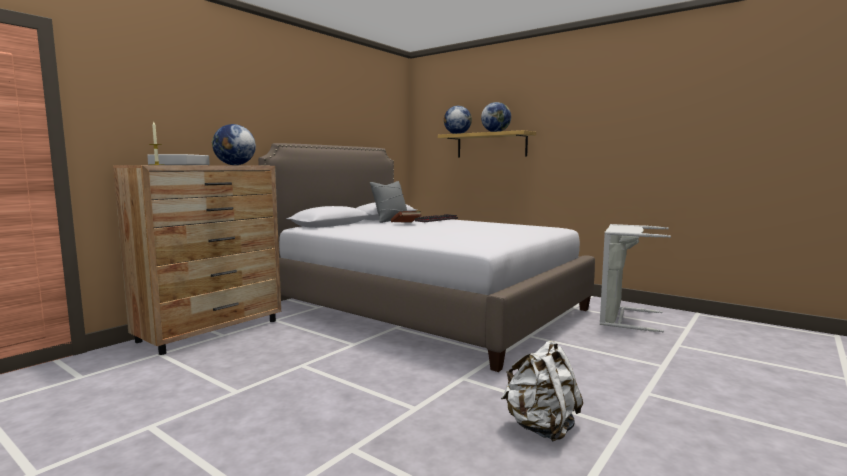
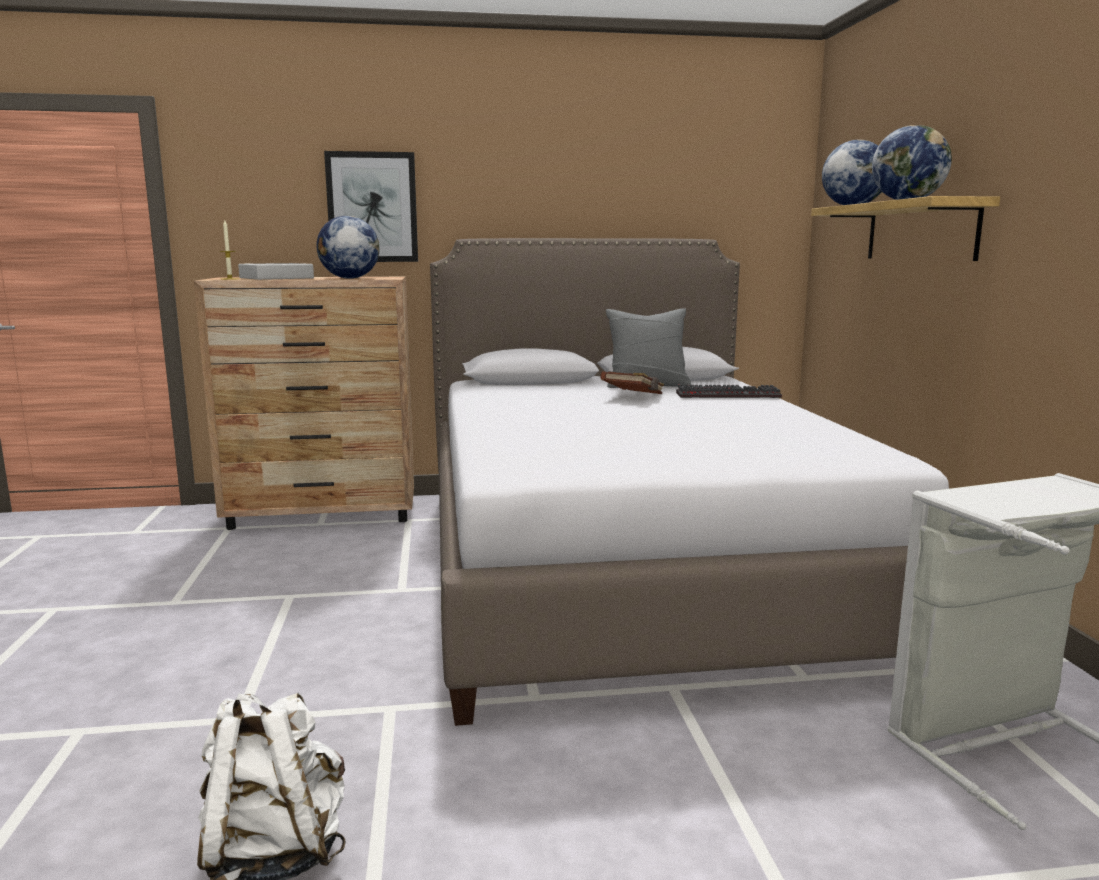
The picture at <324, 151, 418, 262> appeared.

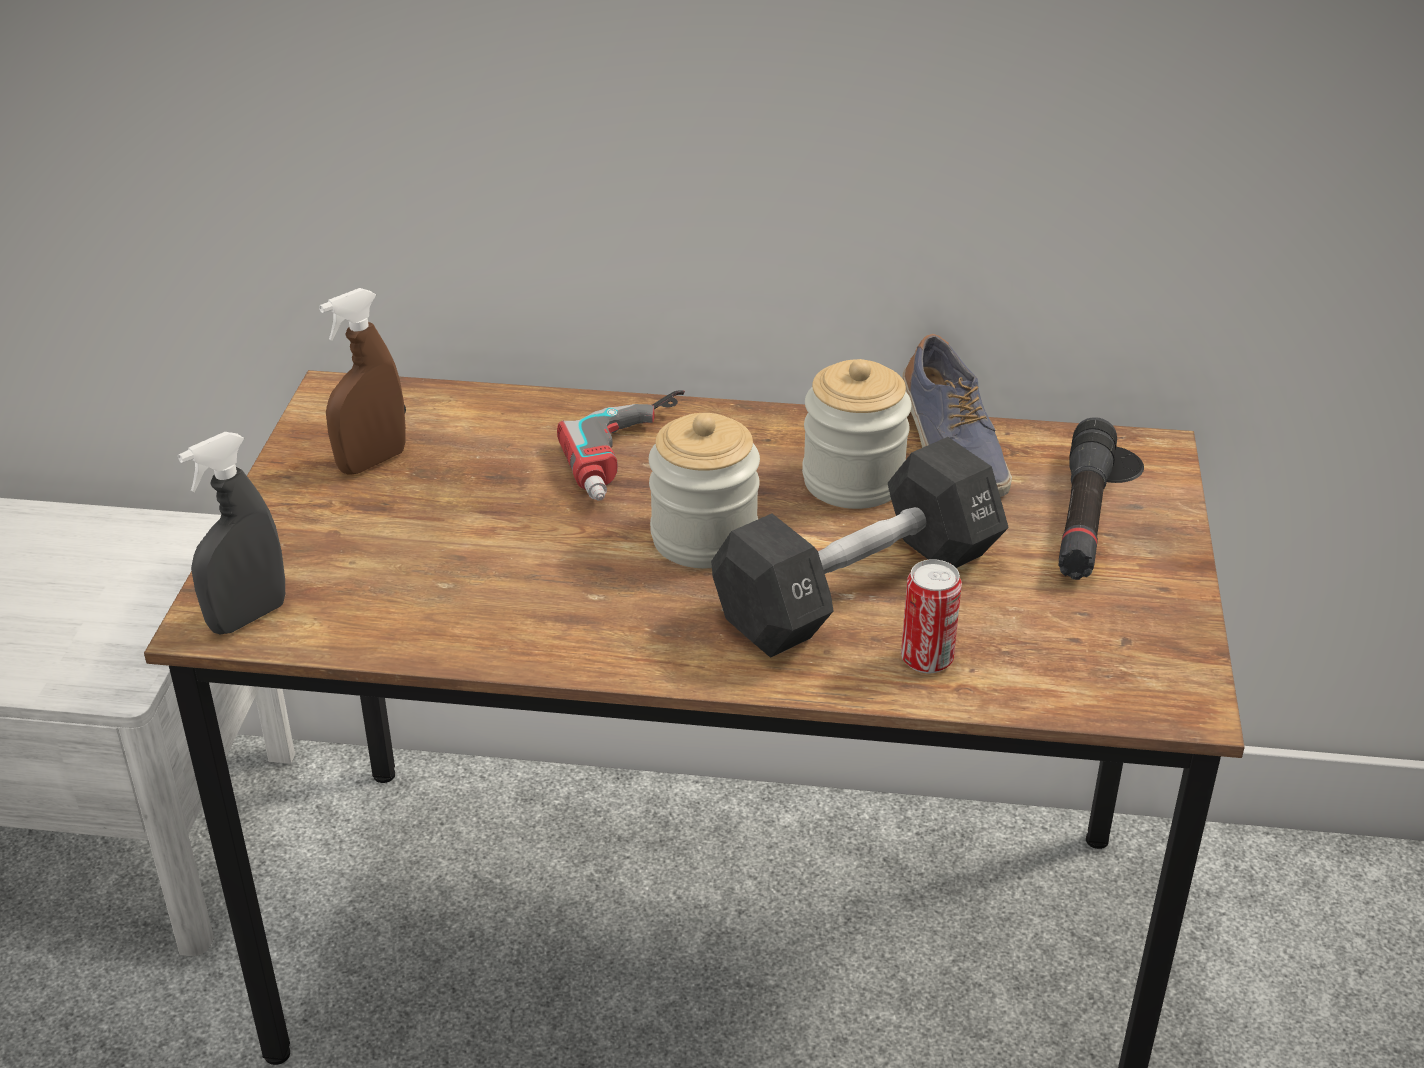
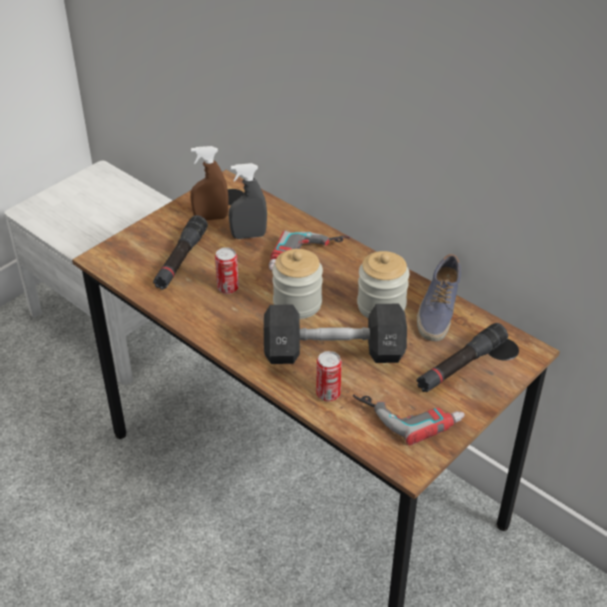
The blackish hand torch at <153, 215, 208, 290> appeared. The metal can at <215, 247, 239, 294> appeared. The greyish spray bottle moved from <178, 432, 285, 634> to <229, 163, 267, 239>. The electric drill at <353, 394, 465, 445> appeared.

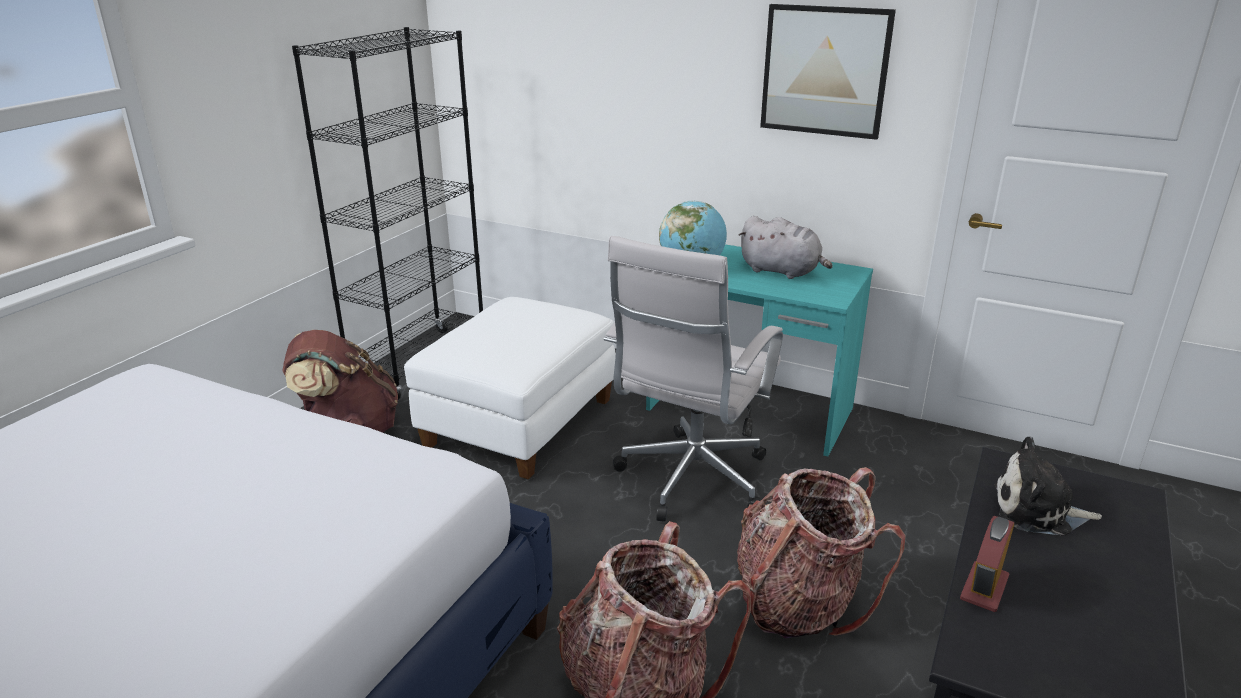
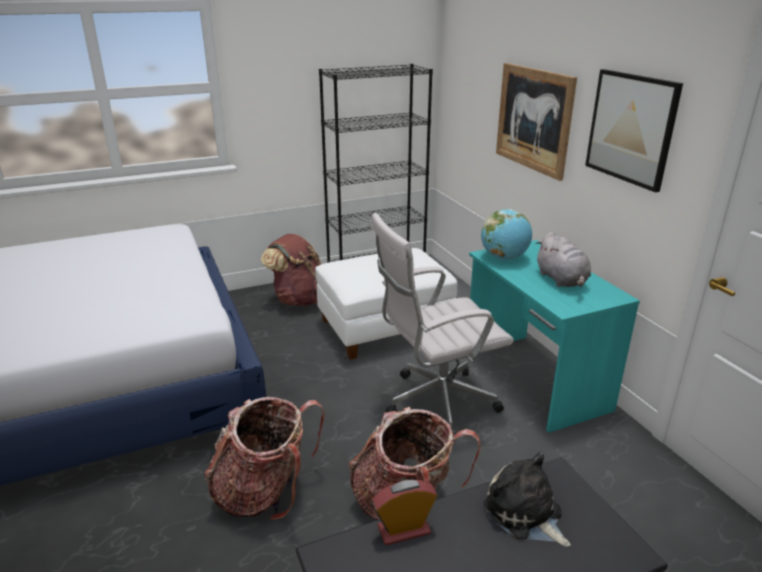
The picture at <496, 63, 577, 181> appeared.

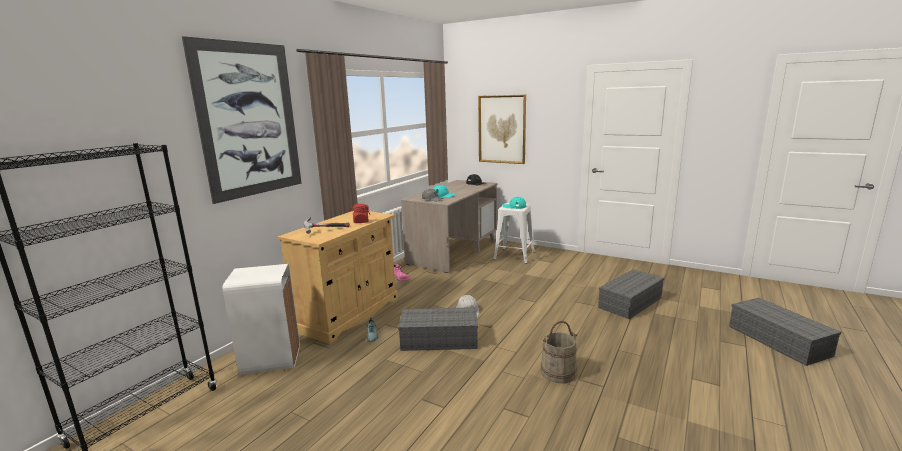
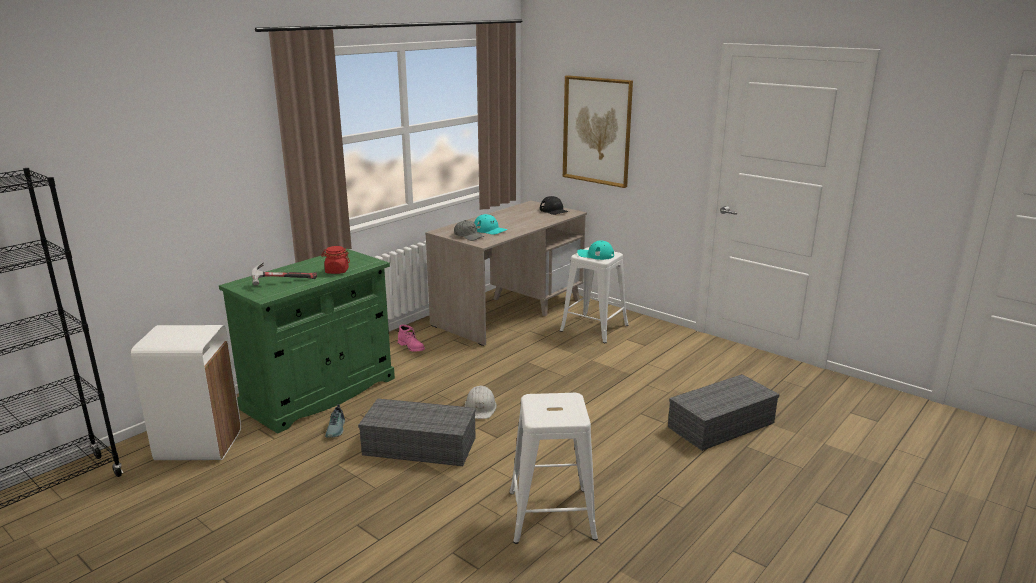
The sand-coloured cabinet at <278, 211, 398, 344> became the green cabinet at <219, 248, 395, 433>. The sand-coloured bucket at <541, 321, 577, 383> was replaced by the whitish stool at <509, 393, 598, 544>. The picture at <182, 36, 302, 204> disappeared. The greyish storage box at <729, 298, 841, 366> disappeared.

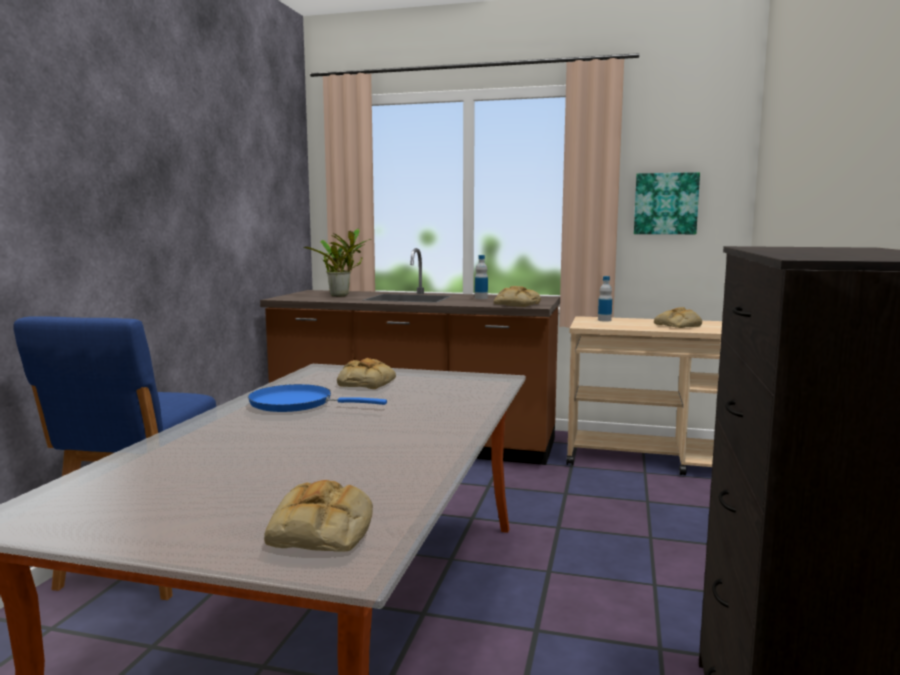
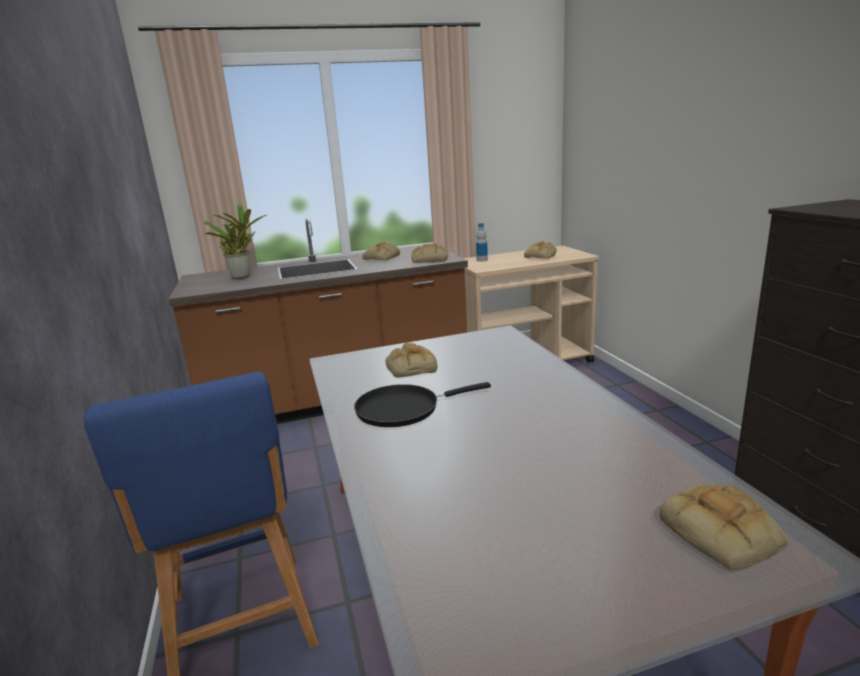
The blue-coloured pan at <248, 384, 387, 412> became the blackish pan at <354, 382, 491, 427>. The drink bottle at <475, 255, 488, 299> was replaced by the bread at <362, 241, 400, 260>. The picture at <634, 172, 700, 234> disappeared.

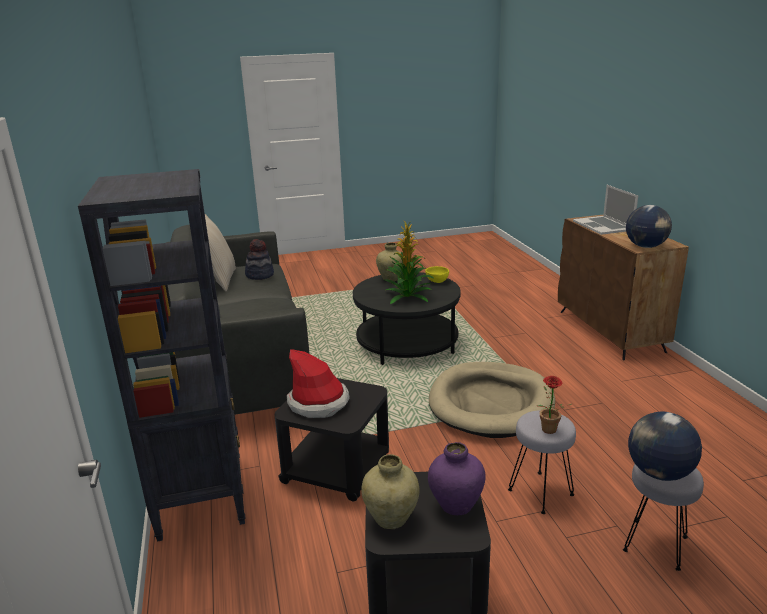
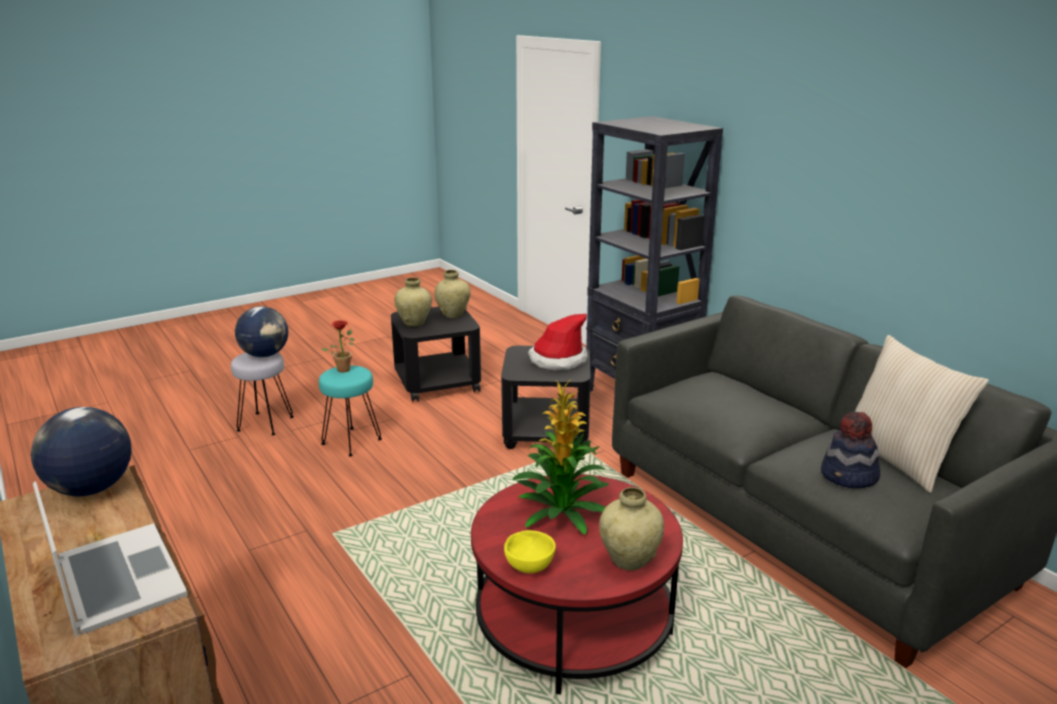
The greyish stool at <508, 410, 576, 514> became the blue-green stool at <319, 365, 382, 457>. The purple decorative vase at <428, 442, 485, 515> became the sand-coloured decorative vase at <394, 278, 432, 326>. The blackish lounge table at <353, 272, 461, 365> became the red lounge table at <471, 474, 683, 695>. The sand-coloured dog bed at <429, 362, 555, 438> disappeared.

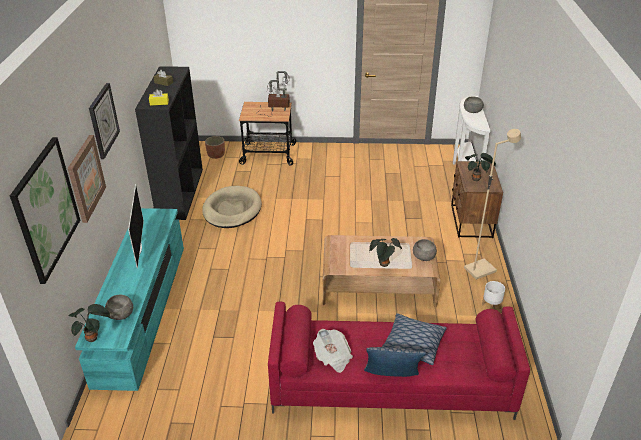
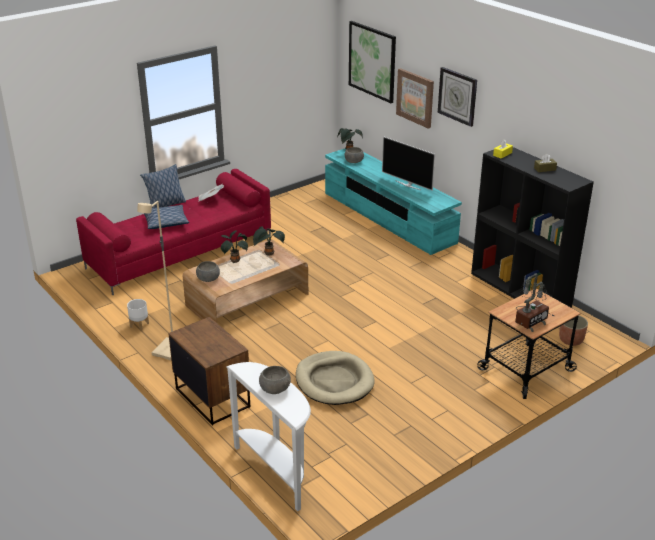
The potted plant moved from <465, 153, 496, 181> to <253, 226, 285, 256>. The sand-coloured dog bed moved from <202, 186, 262, 228> to <296, 351, 375, 405>.

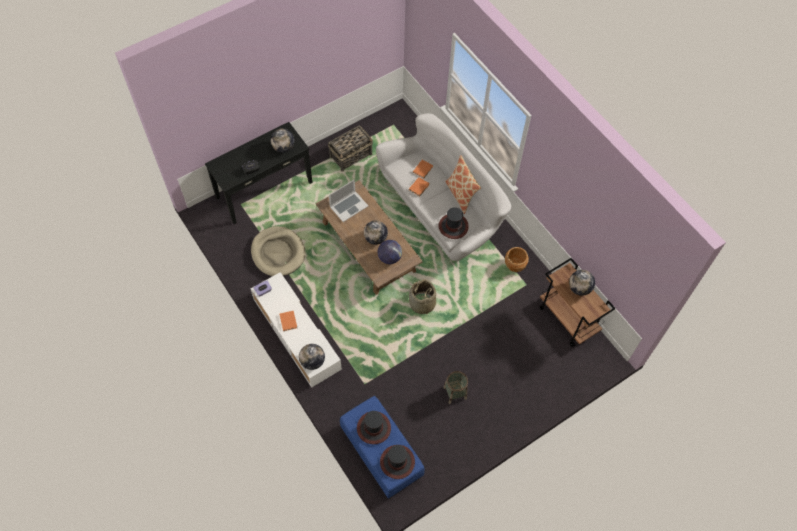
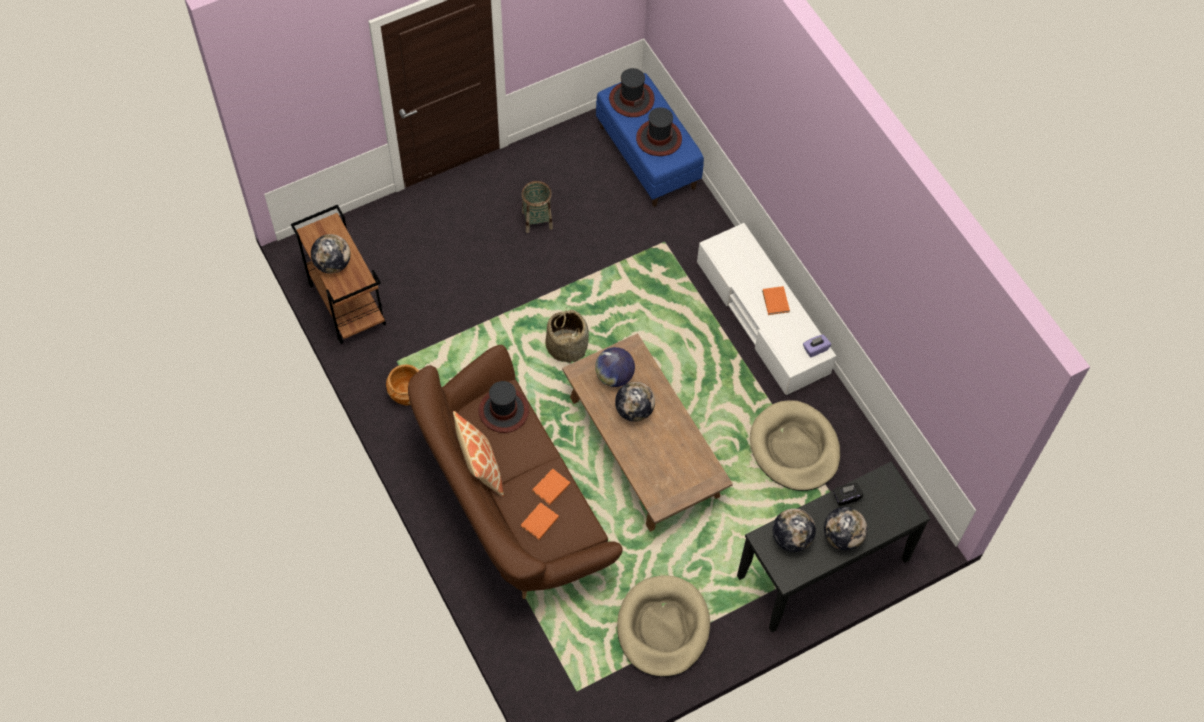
The whitish settee at <376, 113, 511, 261> became the brown settee at <408, 345, 623, 599>. The household basket at <328, 125, 373, 171> was replaced by the sand-coloured dog bed at <617, 575, 710, 677>. The world globe moved from <299, 344, 325, 370> to <824, 507, 867, 550>. The portable computer at <329, 179, 368, 222> disappeared.

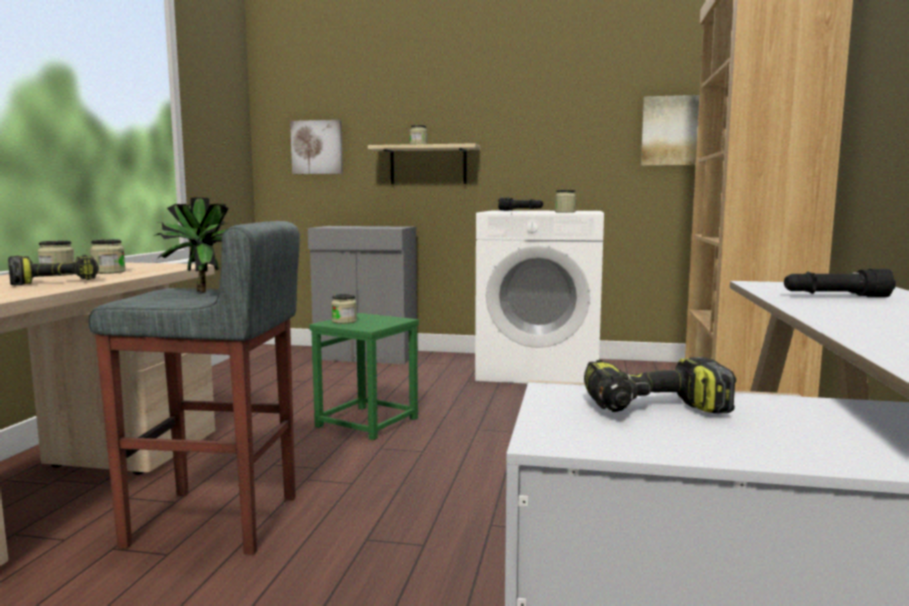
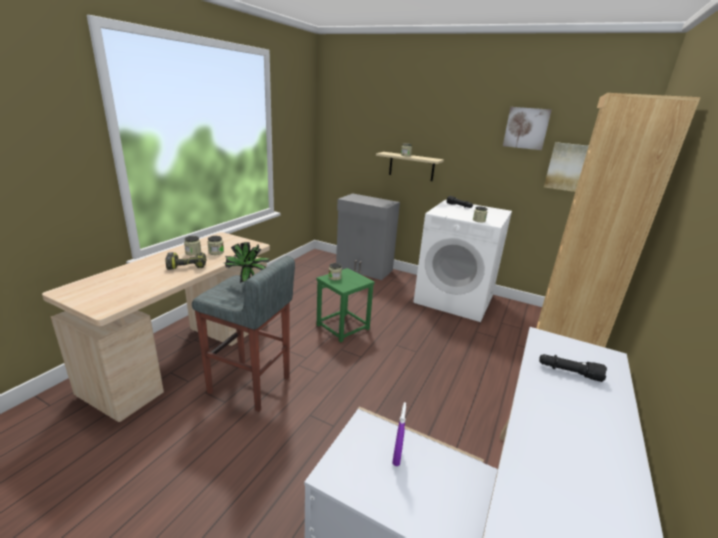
The electric drill at <584, 357, 736, 414> was replaced by the purple spray bottle at <392, 402, 406, 466>. The picture moved from <290, 120, 343, 174> to <503, 107, 552, 150>.

